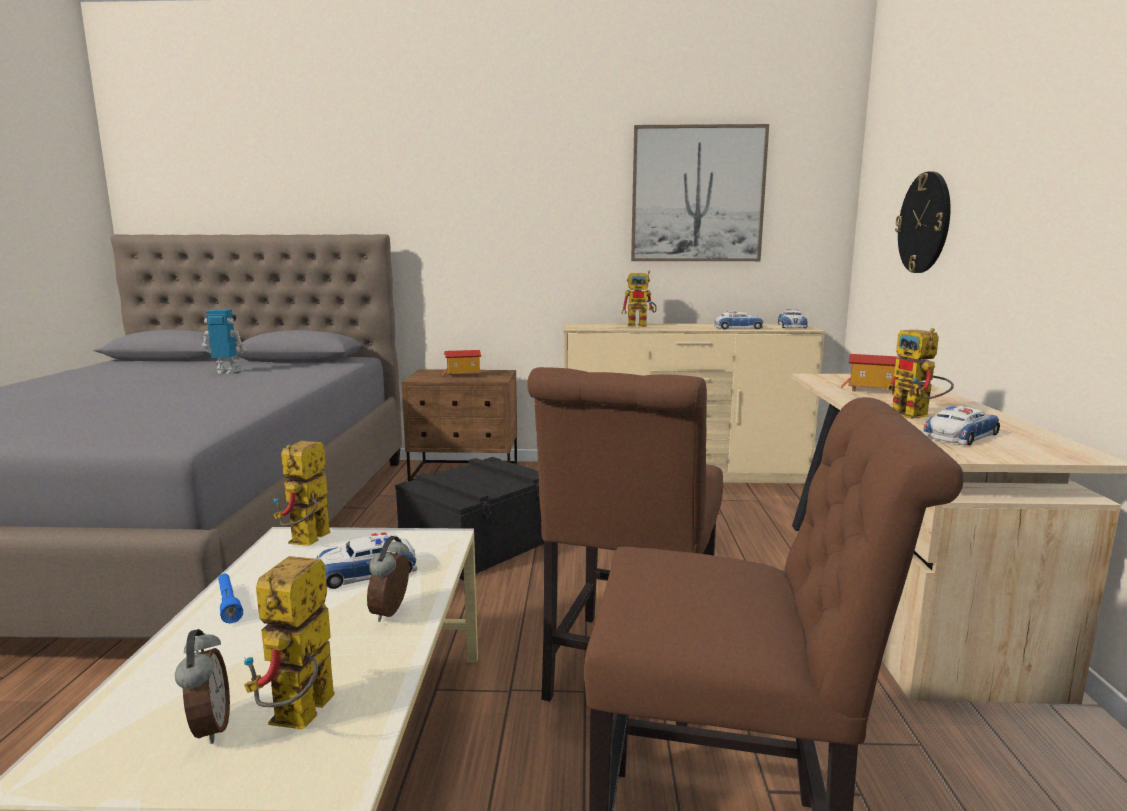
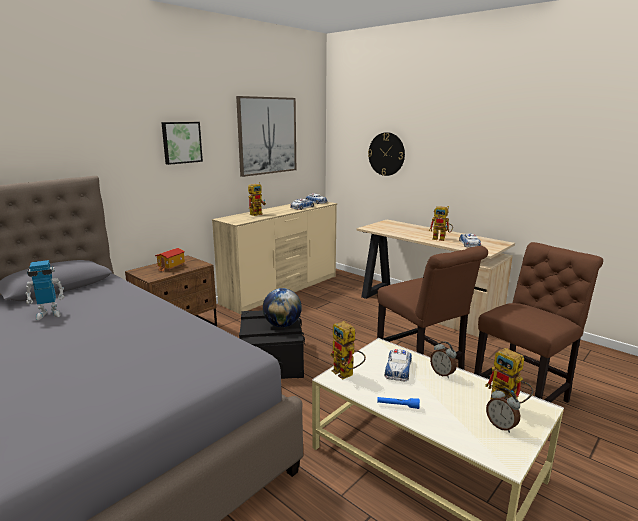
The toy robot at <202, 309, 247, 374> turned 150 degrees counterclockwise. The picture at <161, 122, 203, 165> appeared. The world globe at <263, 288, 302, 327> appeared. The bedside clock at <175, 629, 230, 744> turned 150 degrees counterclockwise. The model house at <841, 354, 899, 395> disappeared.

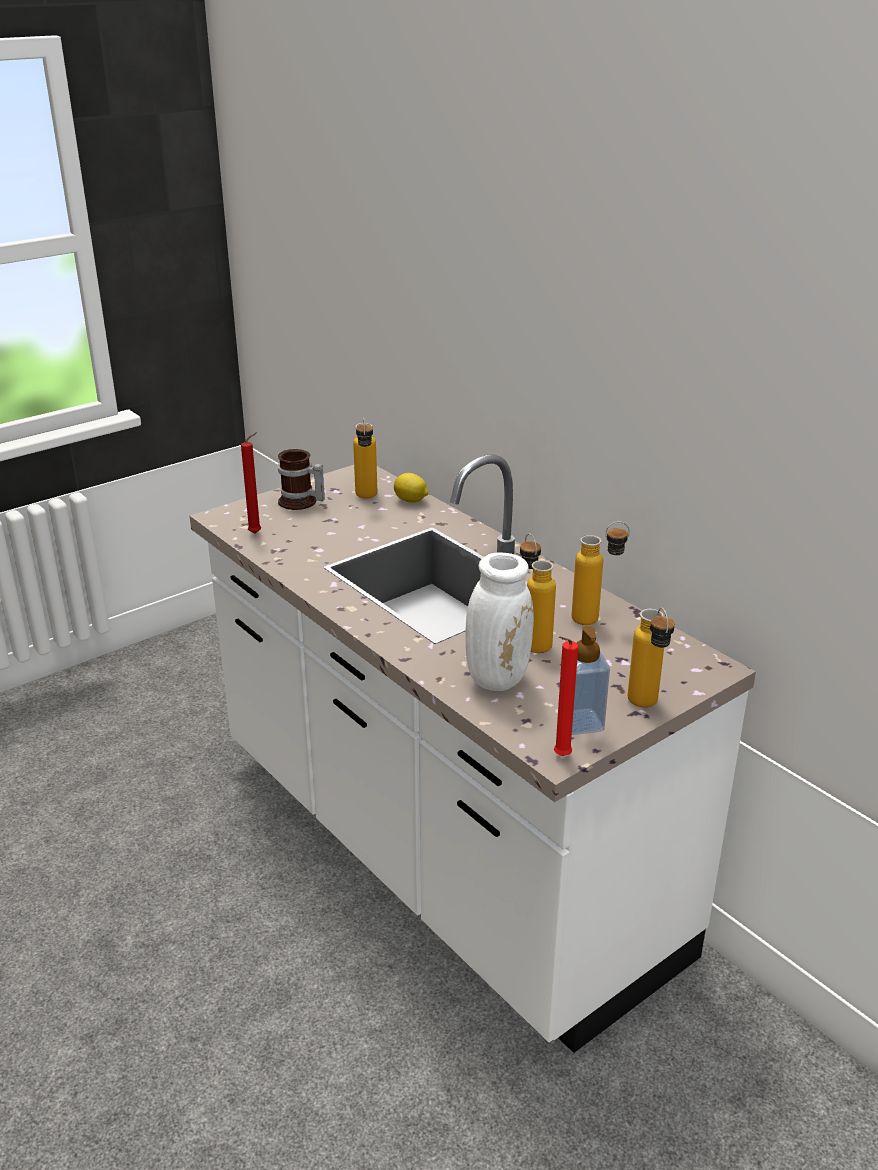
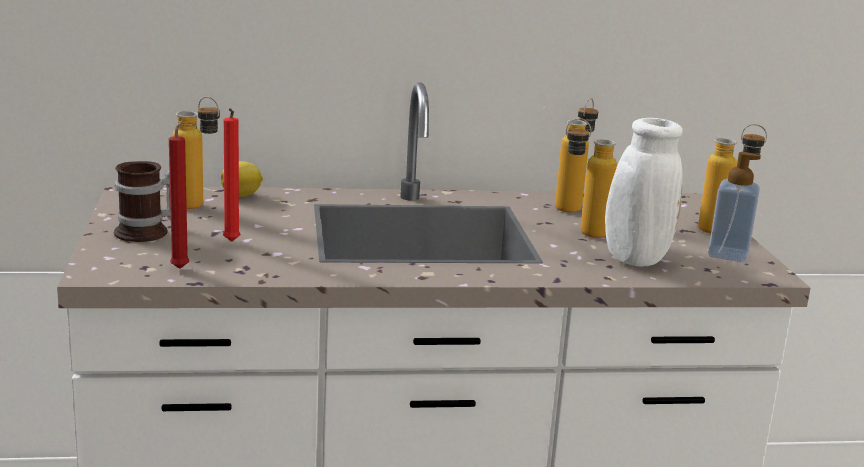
The red candle moved from <554, 636, 578, 756> to <223, 108, 241, 242>.

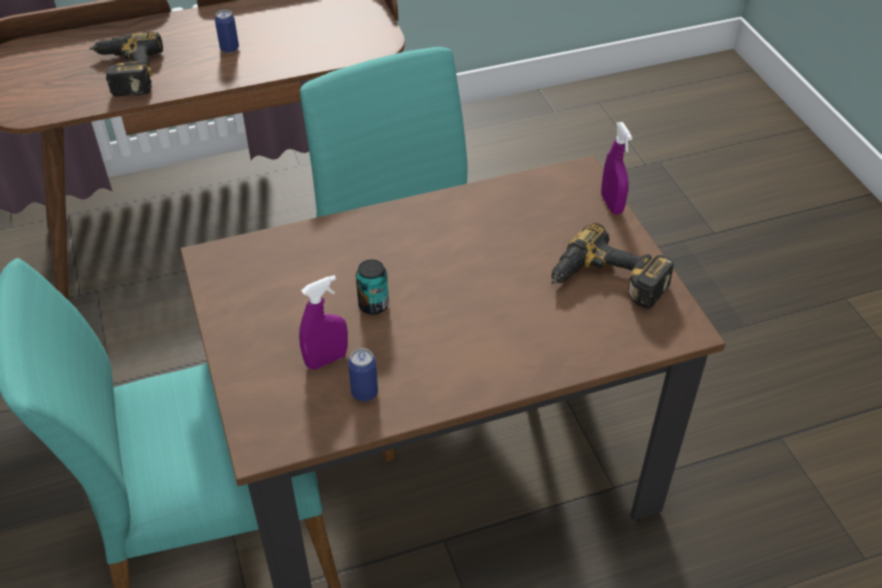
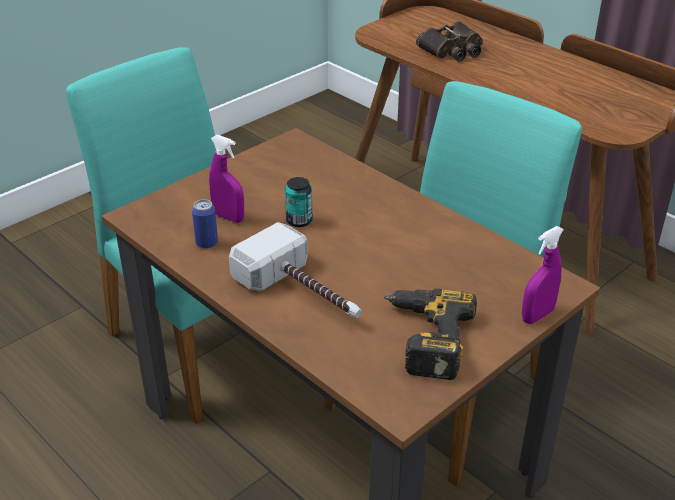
The hand hammer at <229, 222, 362, 318> appeared. The electric drill at <89, 32, 163, 96> was replaced by the pair of binoculars at <416, 21, 483, 62>. The metal can at <215, 9, 239, 53> disappeared.

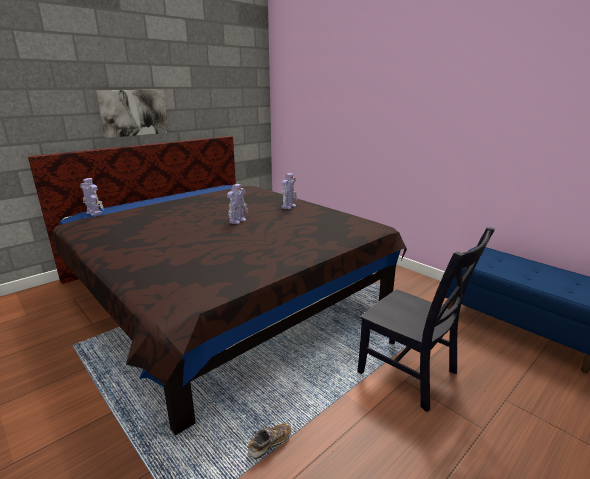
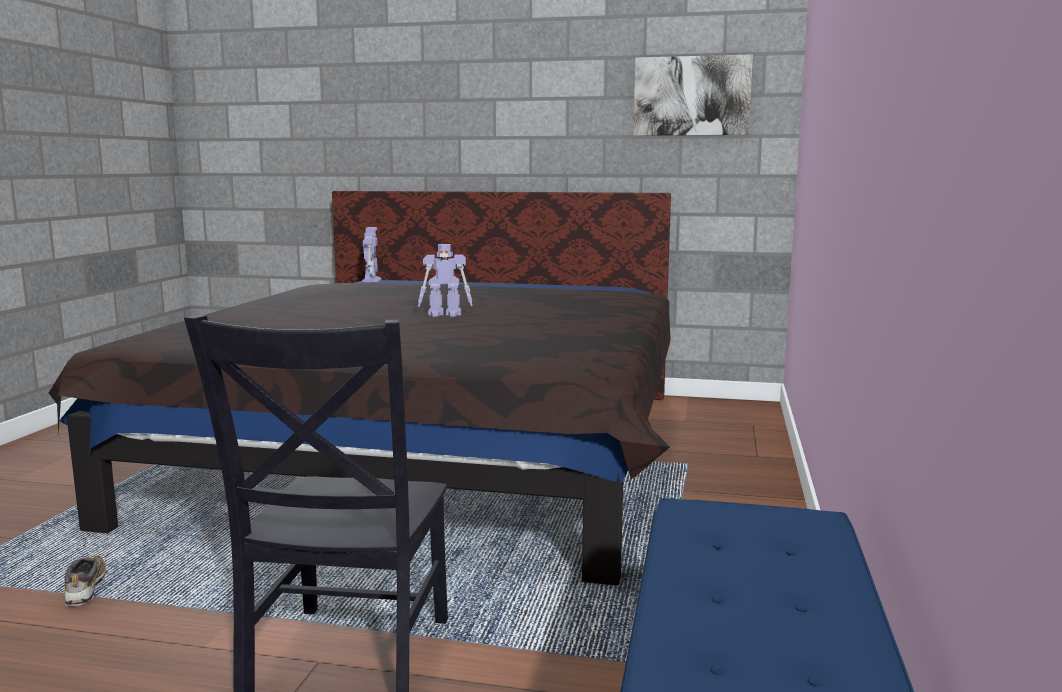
The shoe at <248, 423, 291, 460> turned 120 degrees counterclockwise. The picture moved from <96, 90, 169, 138> to <633, 54, 753, 136>. The toy robot at <282, 173, 297, 209> disappeared.

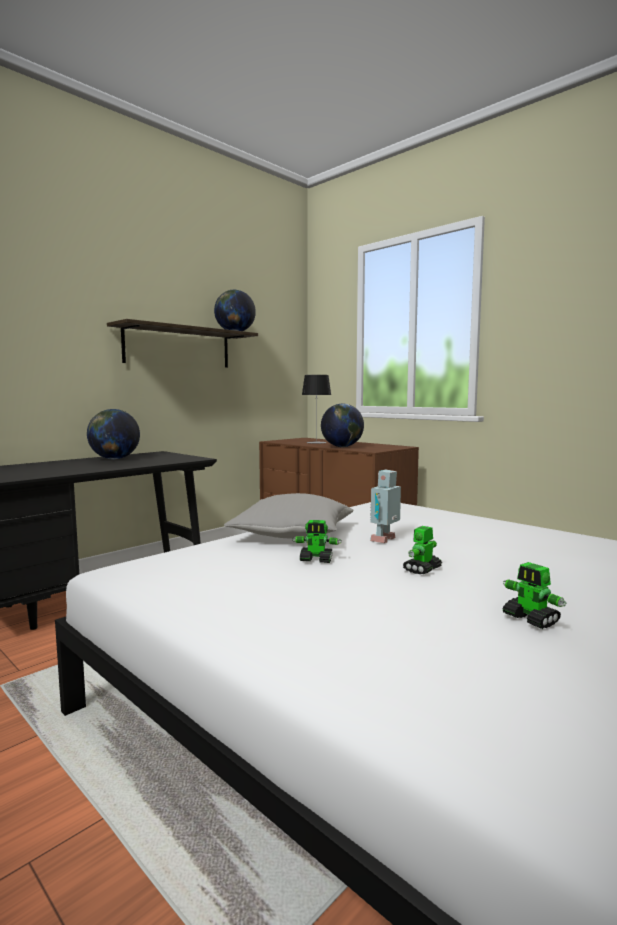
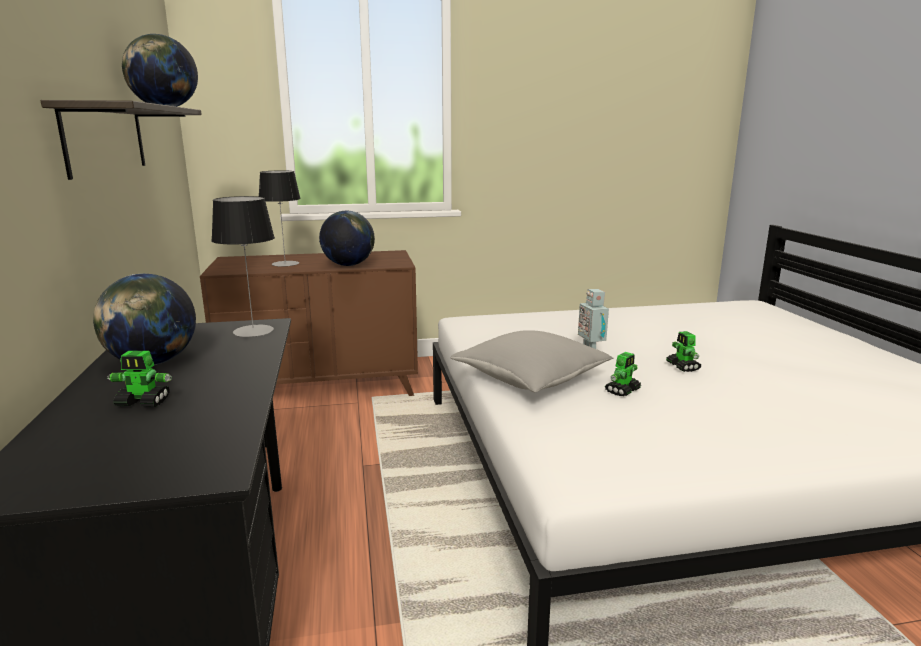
The toy robot moved from <502, 562, 566, 629> to <107, 351, 172, 407>. The tabletop lamp at <211, 196, 275, 337> appeared.

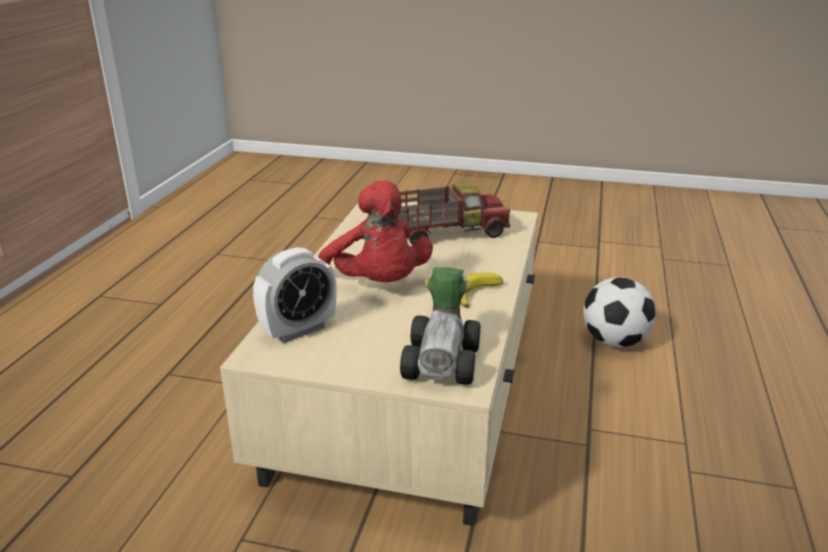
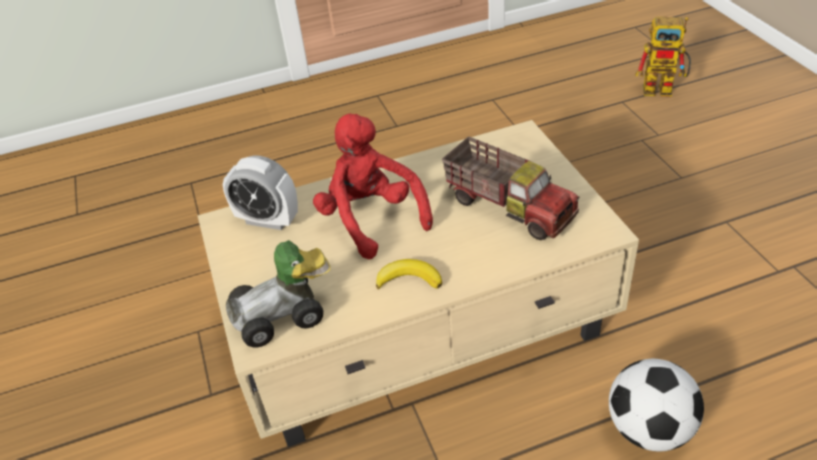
The red plush toy at <318, 180, 433, 283> turned 120 degrees clockwise. The toy robot at <635, 16, 691, 97> appeared.

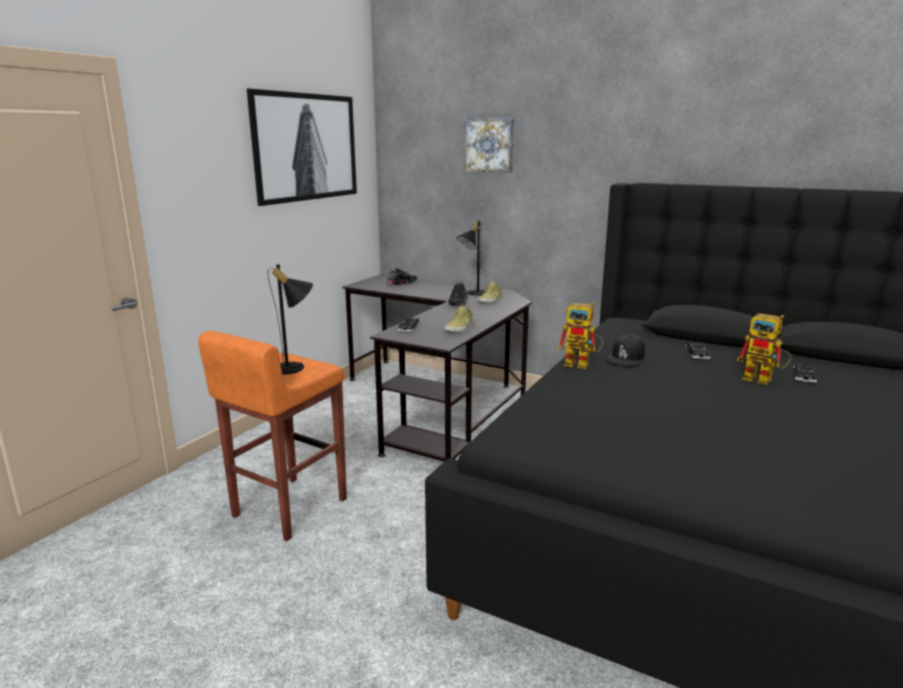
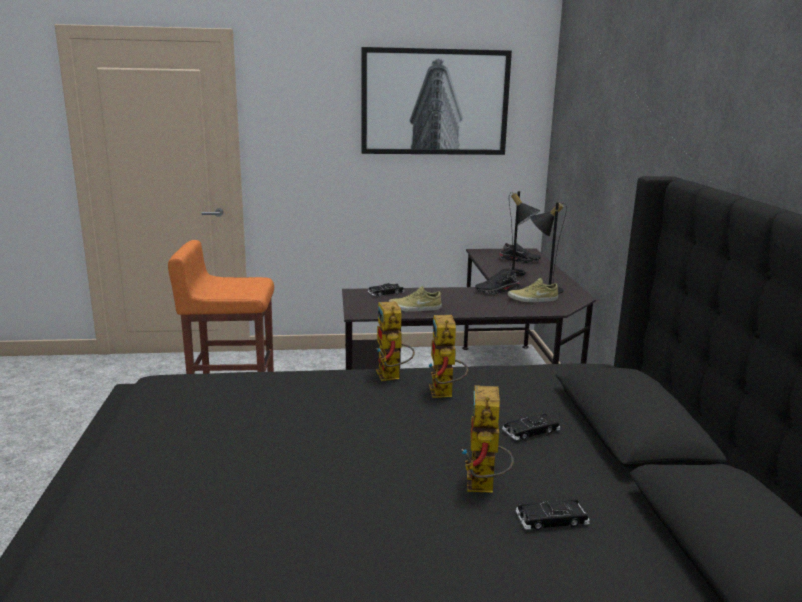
The blackish peaked cap at <606, 334, 645, 367> was replaced by the toy robot at <428, 315, 468, 398>. The blackish tabletop lamp moved from <268, 264, 313, 375> to <500, 191, 540, 276>. The picture at <465, 118, 514, 173> disappeared.

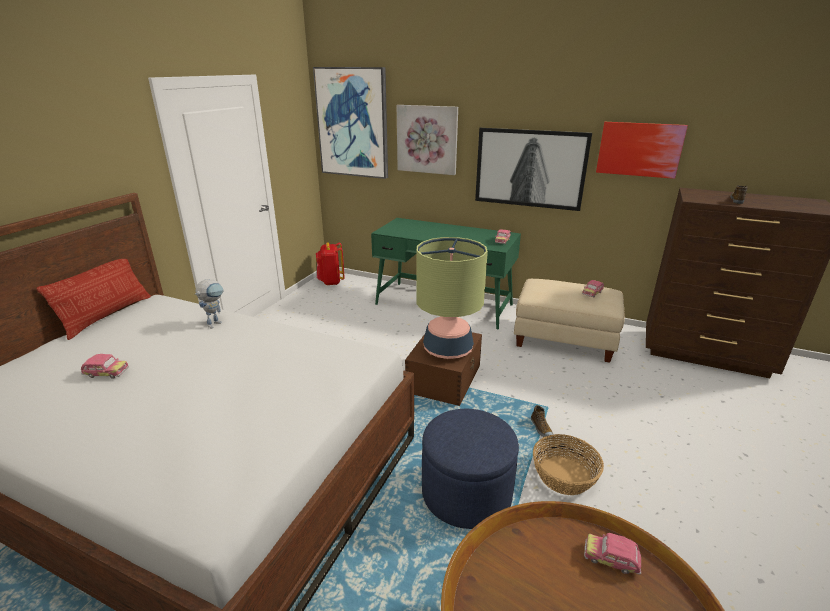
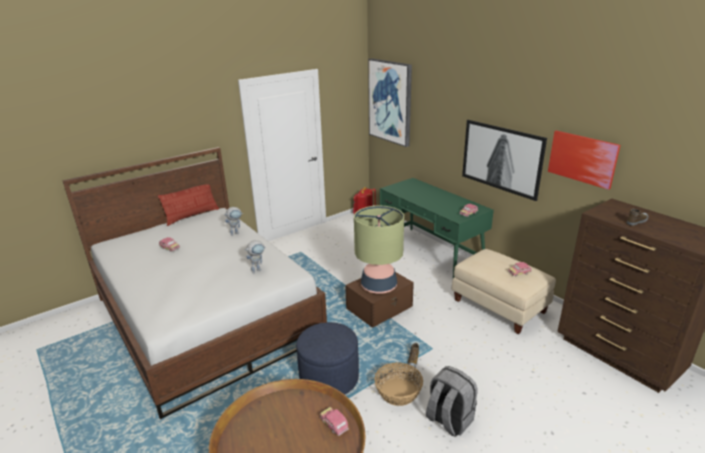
The toy robot at <245, 240, 266, 274> appeared. The greyish rucksack at <426, 366, 477, 437> appeared. The picture at <397, 105, 458, 175> disappeared.

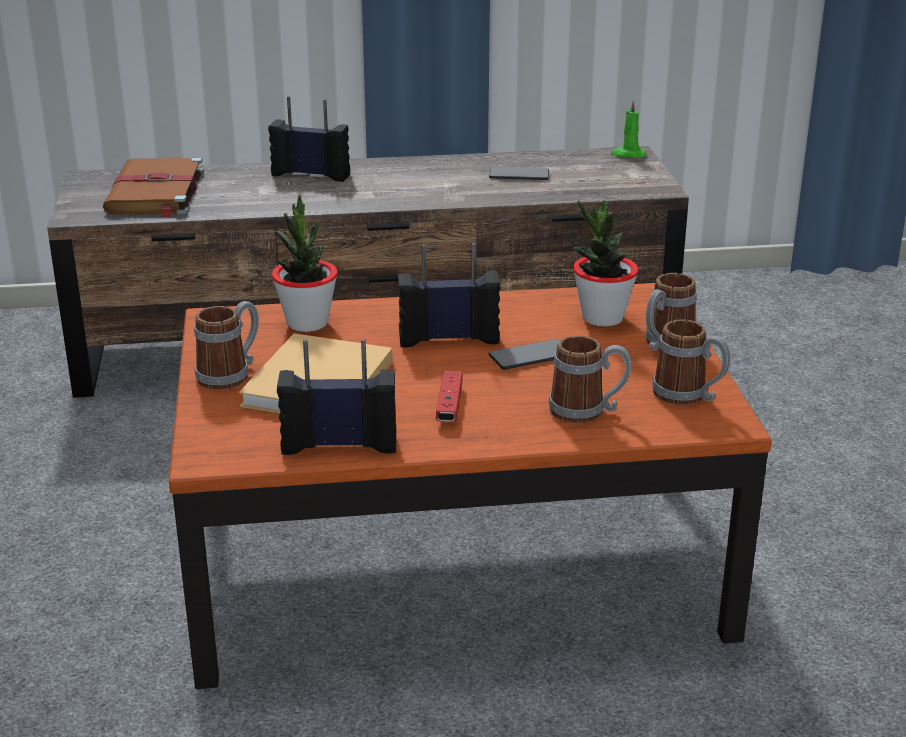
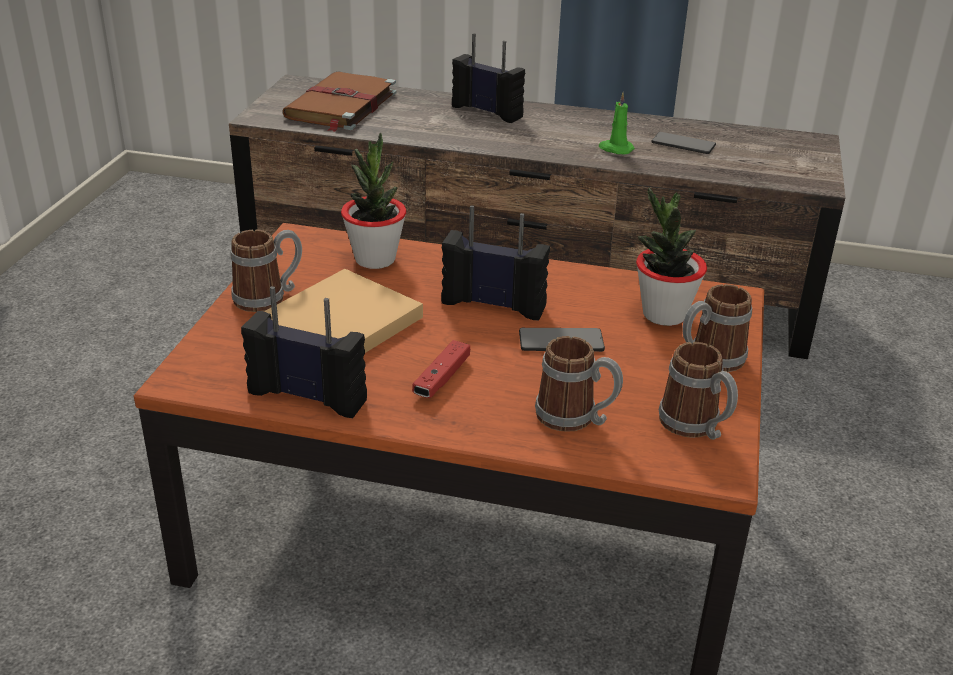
The green candle moved from <611, 100, 646, 158> to <599, 92, 635, 154>.

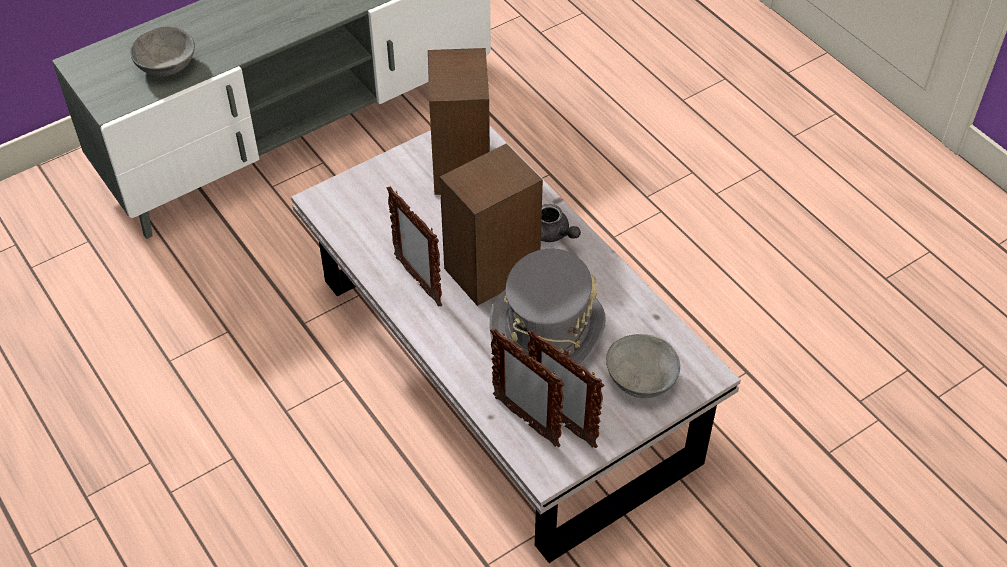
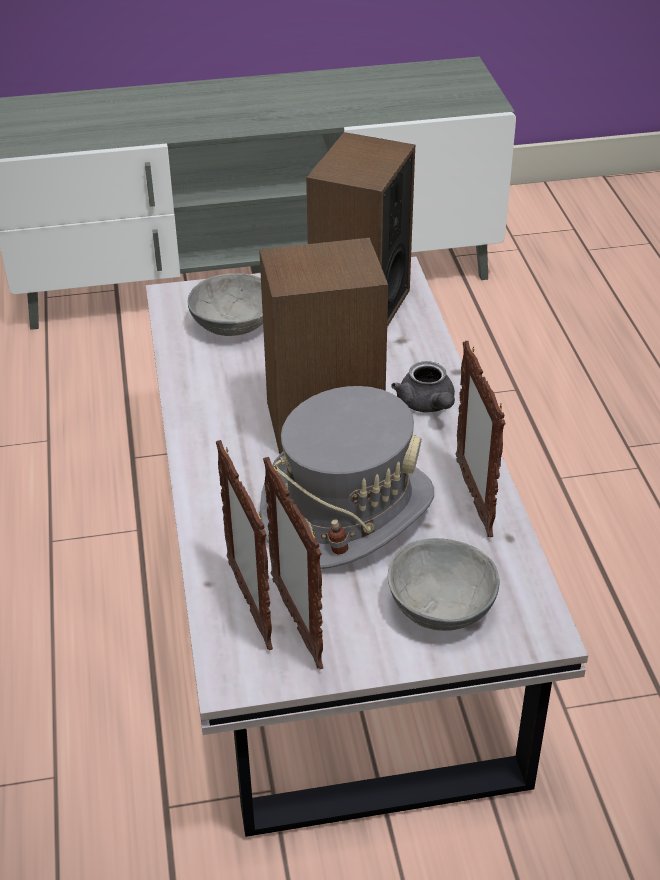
The greyish bowl moved from <130, 26, 195, 76> to <188, 273, 263, 336>. The photo frame moved from <387, 186, 442, 307> to <456, 341, 505, 537>.

